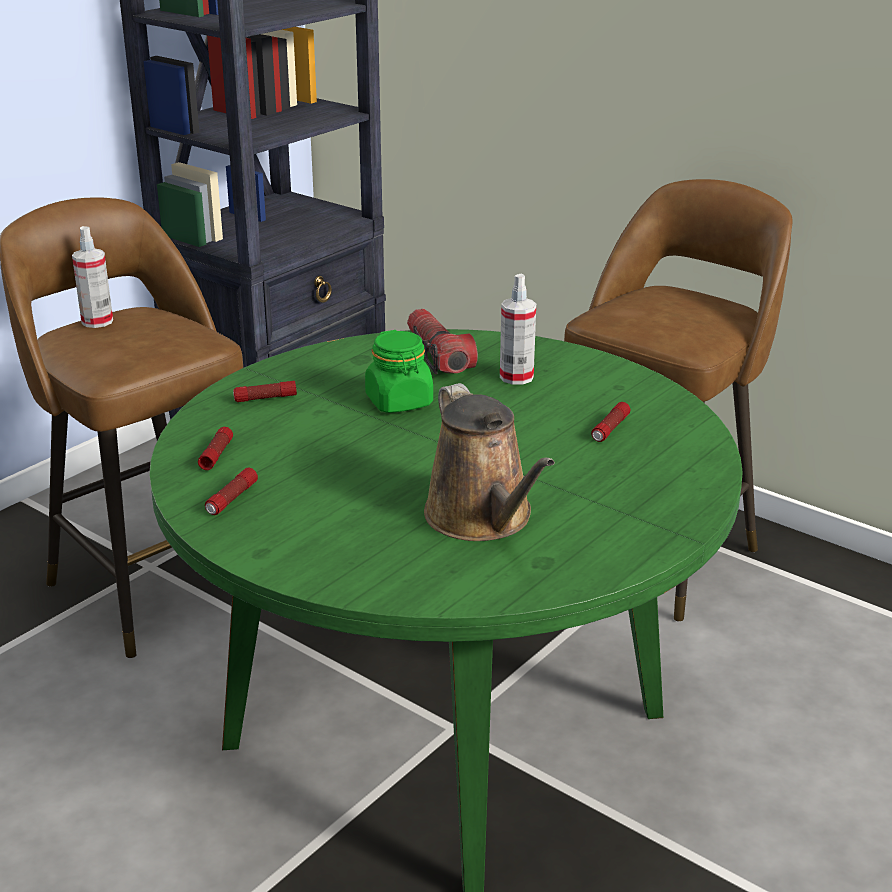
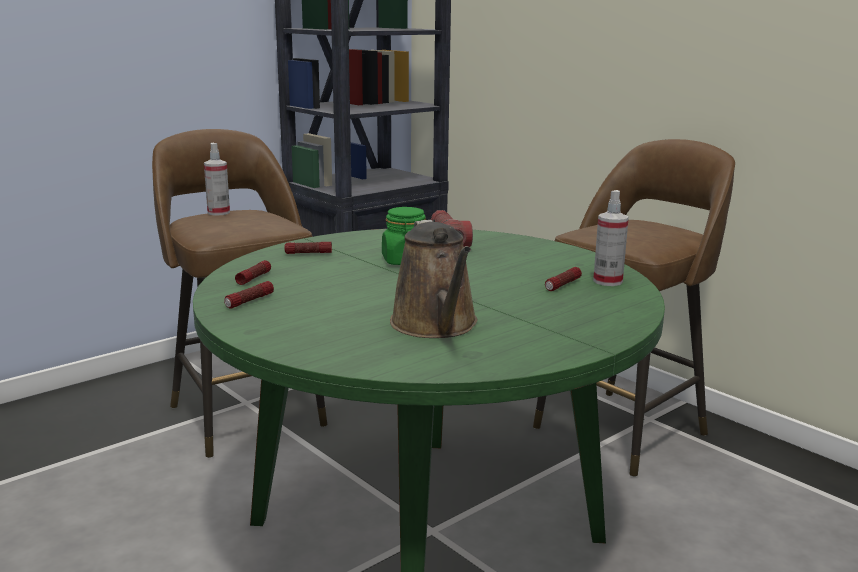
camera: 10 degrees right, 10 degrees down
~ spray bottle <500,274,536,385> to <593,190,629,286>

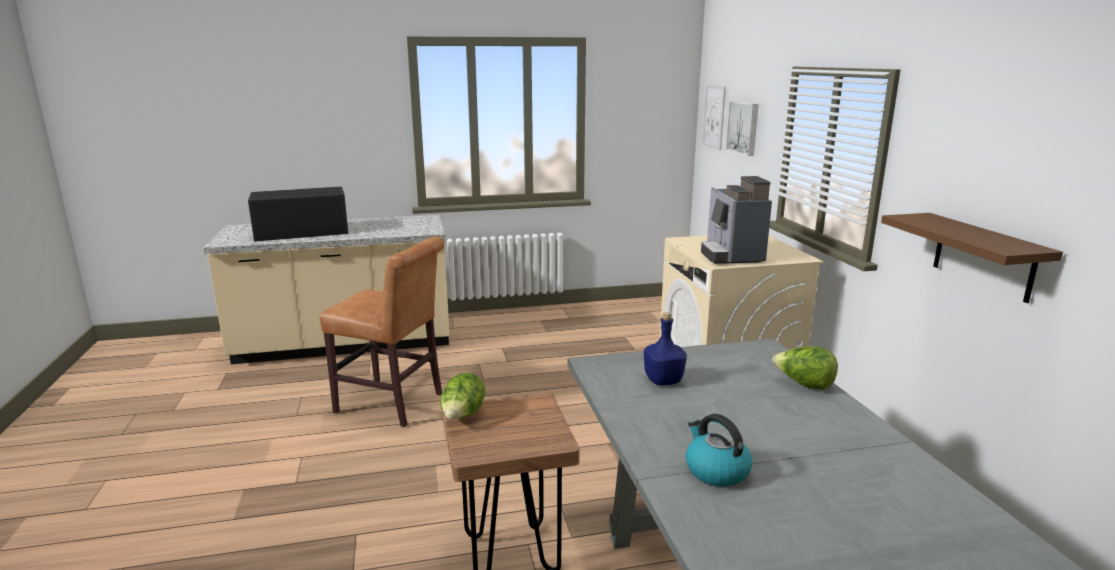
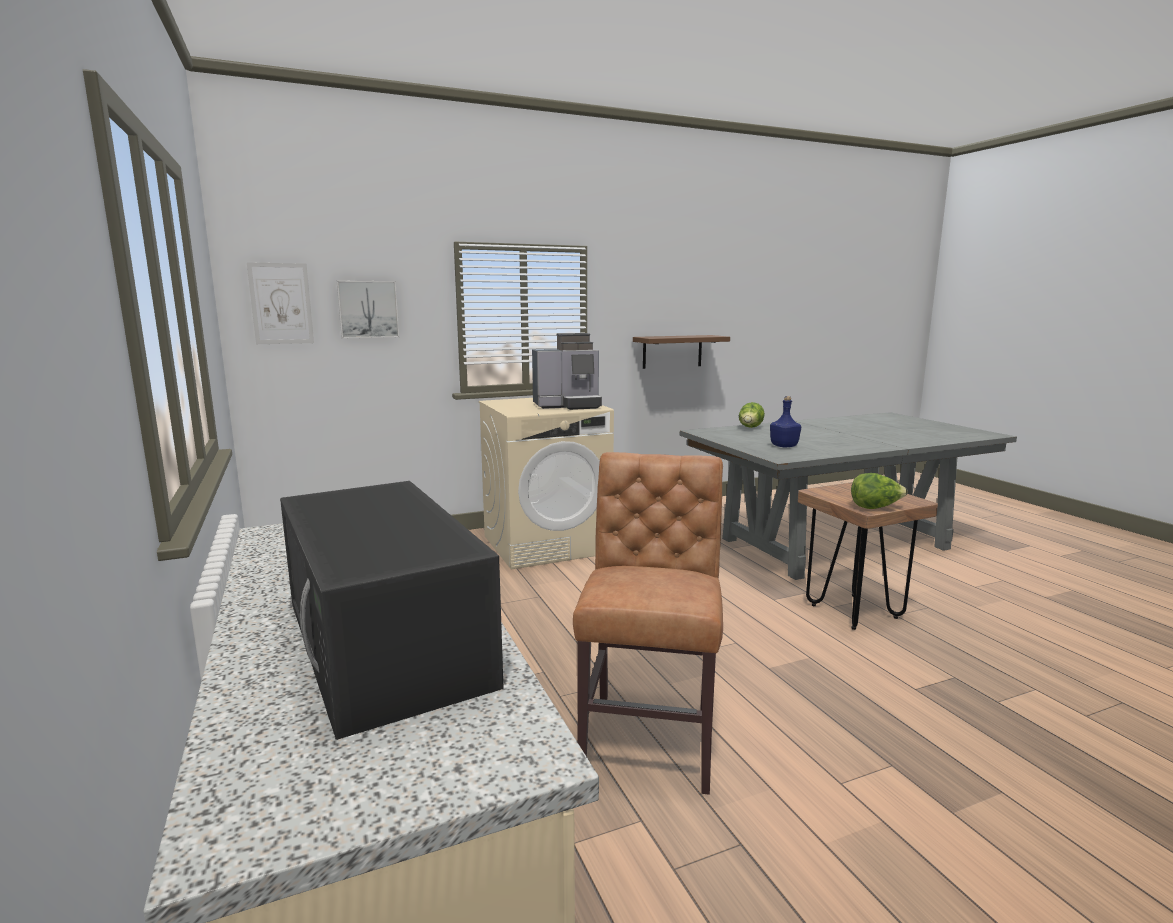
camera: 100 degrees left, 5 degrees down
- kettle <686,414,752,487>

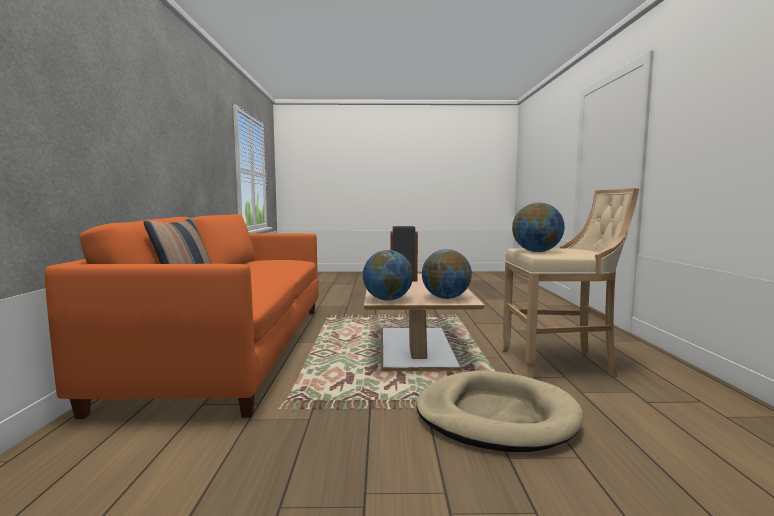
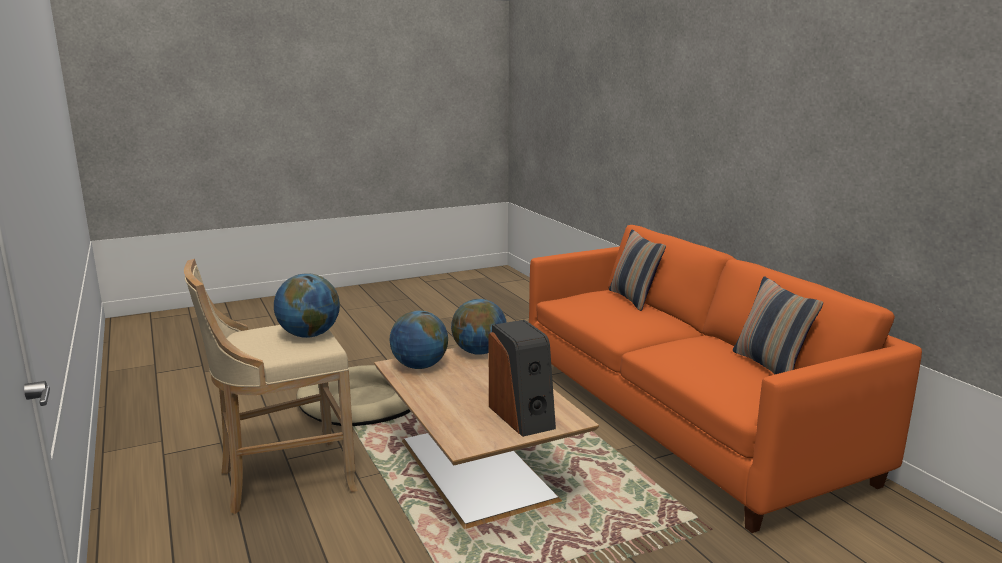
camera: 155 degrees right, 10 degrees up
+ cushion <733,276,823,375>

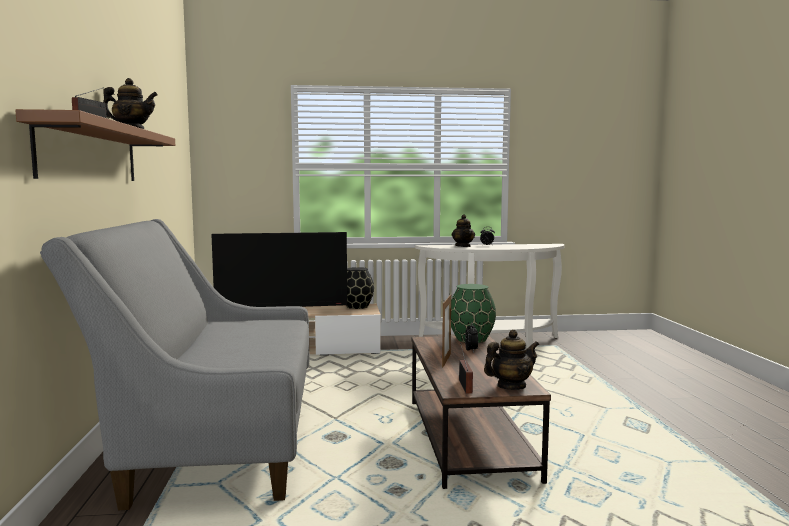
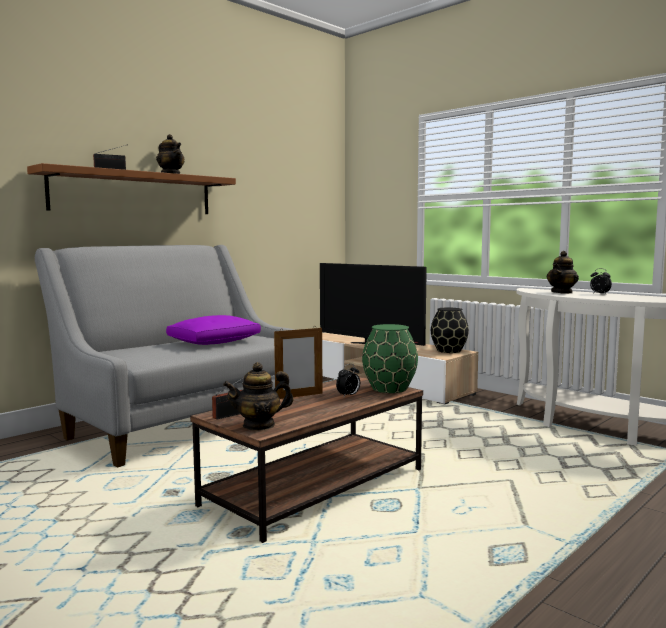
camera: 50 degrees right, 0 degrees up
+ cushion in purple-coloured <166,315,261,345>
~ tea pot <484,329,539,390> = <223,362,293,431> 135 degrees clockwise

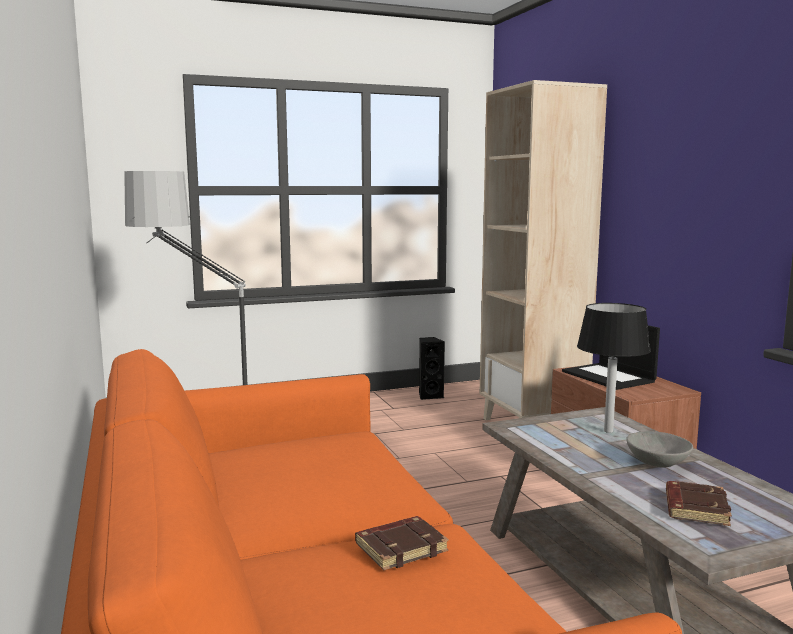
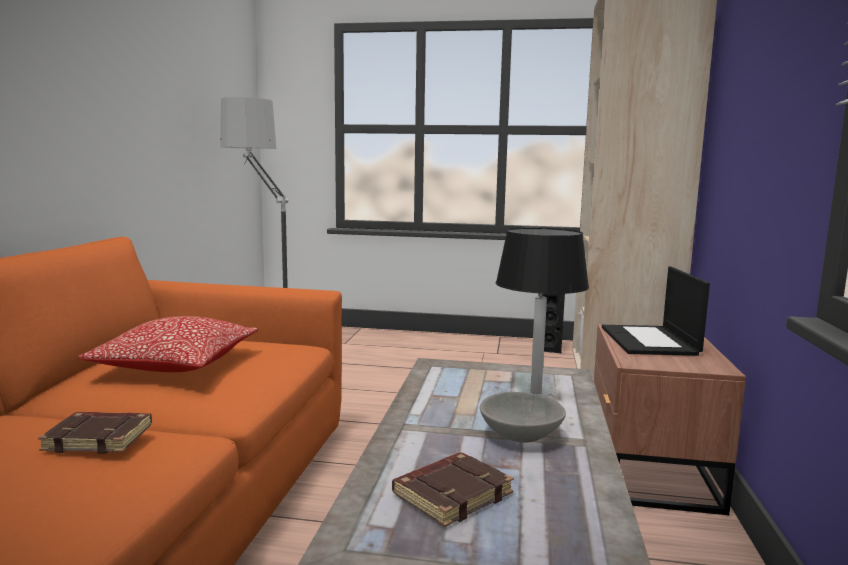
camera: 30 degrees right, 0 degrees up
+ cushion <78,316,258,372>

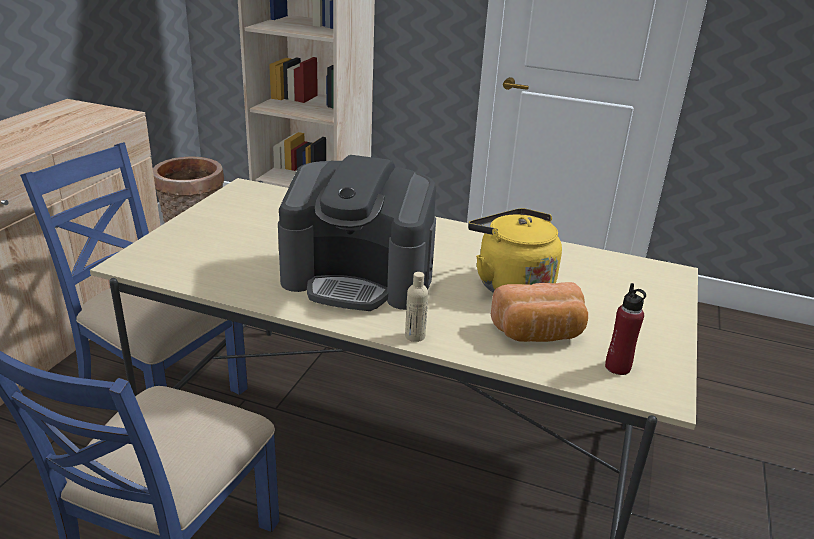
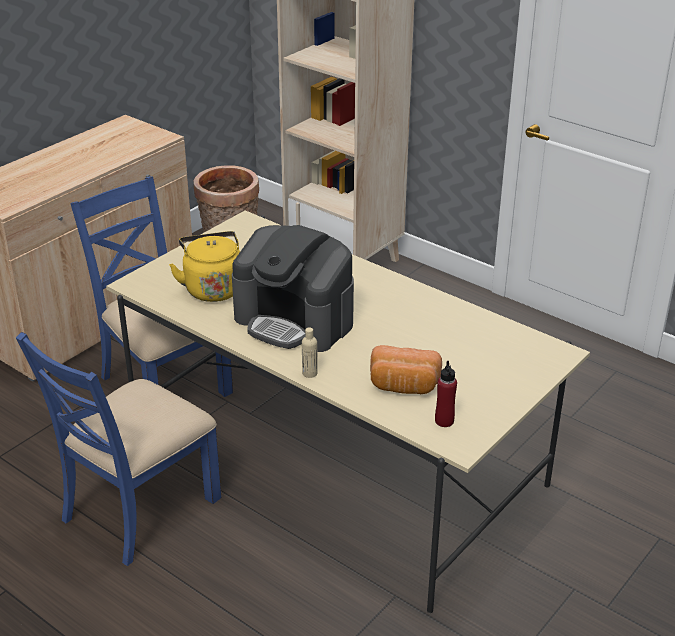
camera: 20 degrees right, 5 degrees up
~ kettle in yellow <468,208,562,293> to <169,231,240,302>

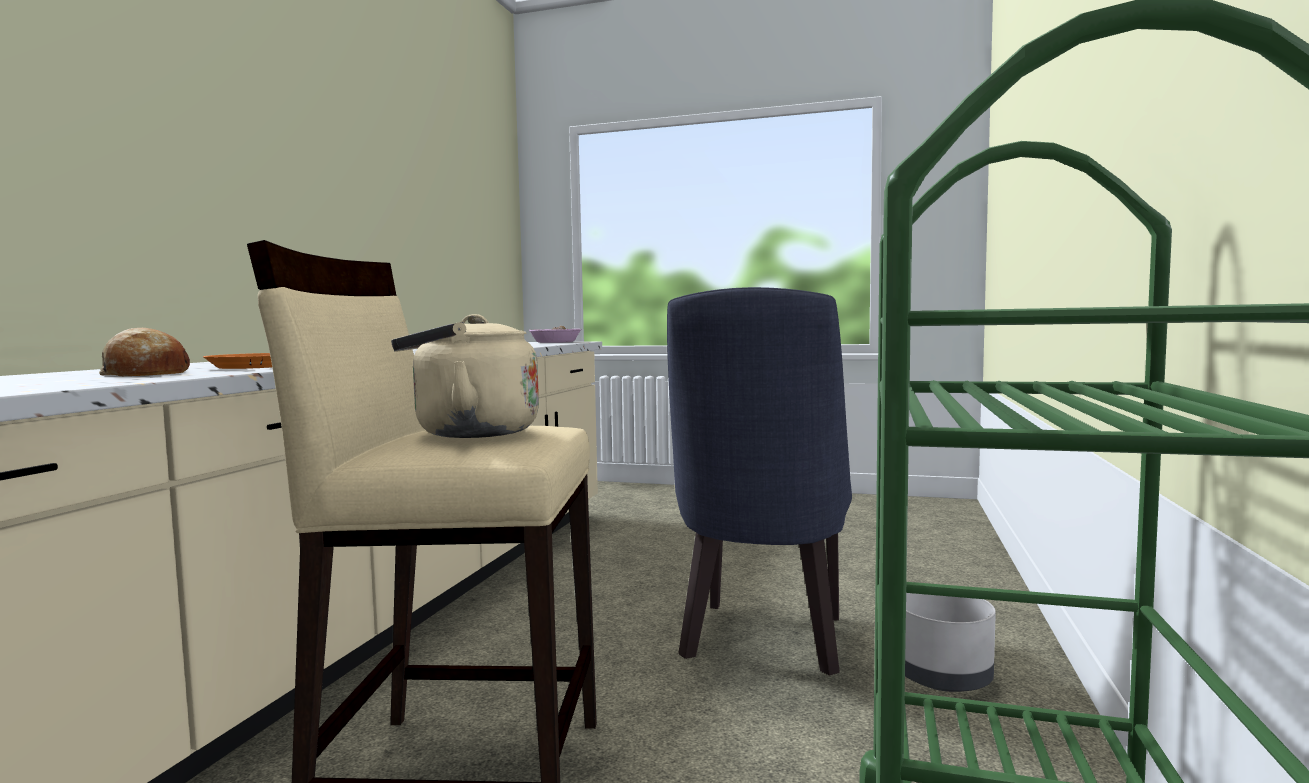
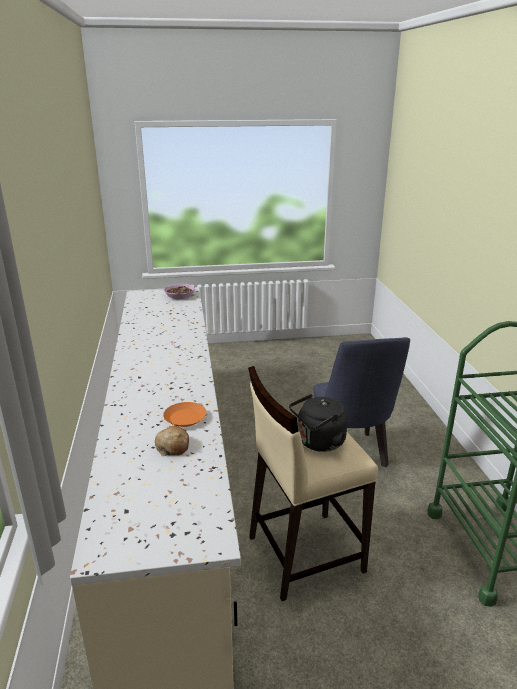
camera: 25 degrees left, 20 degrees up
- plant pot in greyish <905,593,996,692>
~ kettle in beige <391,314,539,438> to kettle in black-coloured <289,394,348,452>

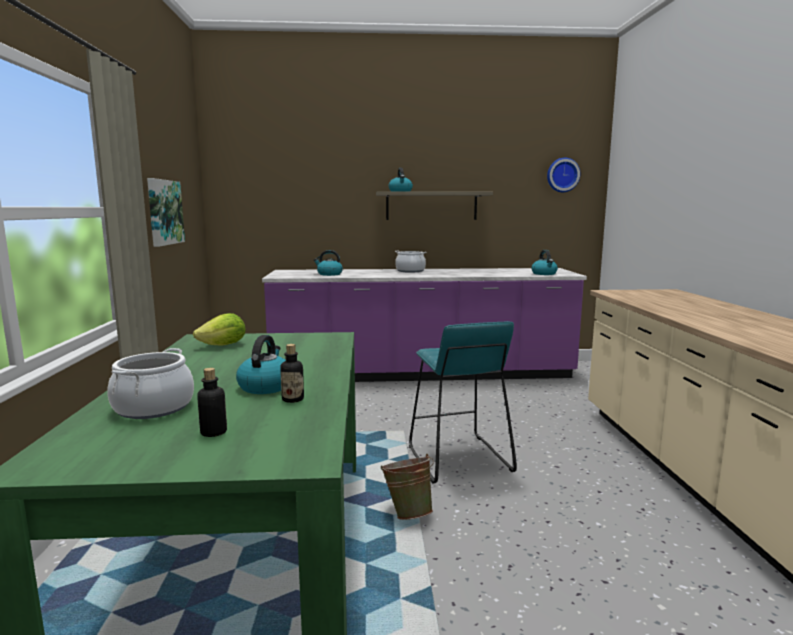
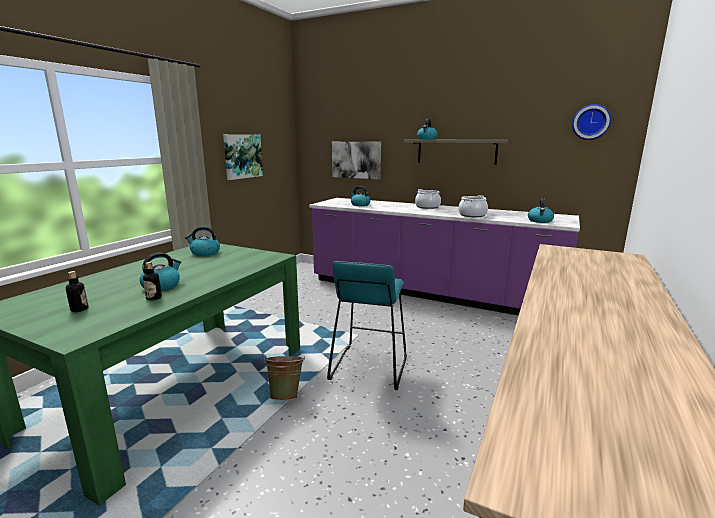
camera: 30 degrees right, 5 degrees up
+ wall picture <332,142,381,179>
~ cooking pot <107,348,194,419> to <458,195,488,217>
~ head of lettuce <193,313,246,346> to kettle <185,226,220,256>

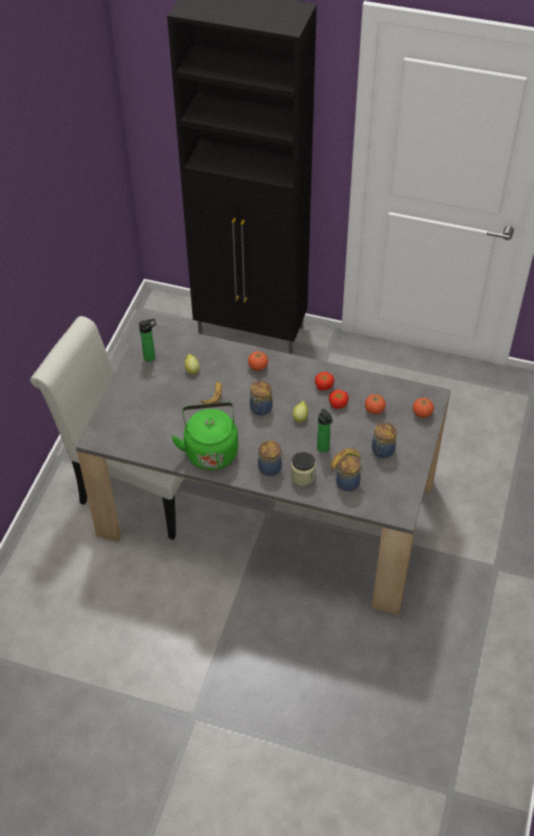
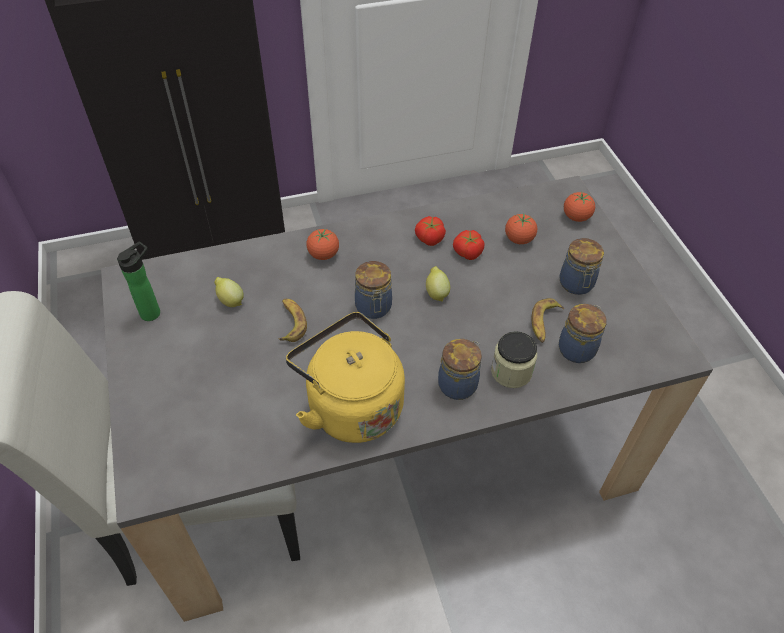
camera: 35 degrees left, 0 degrees up
- beverage bottle <317,409,333,453>
~ kettle in green <171,402,238,470> to kettle in yellow <286,312,405,443>

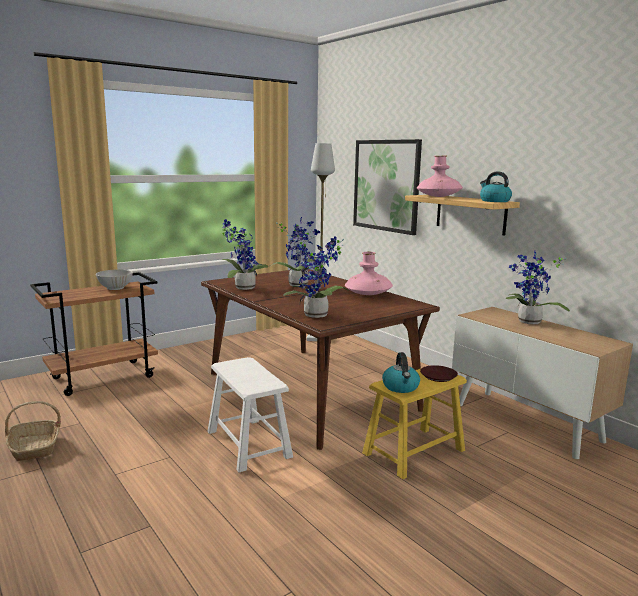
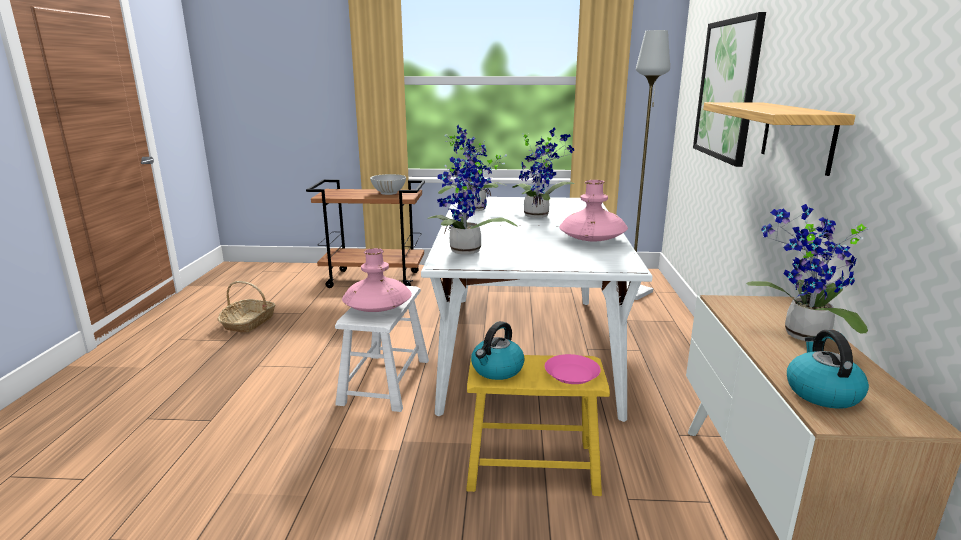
camera: 40 degrees right, 5 degrees up
~ flower vase in pink-coloured <417,156,463,197> to <342,248,412,312>
~ kettle <480,172,512,202> to <787,330,869,409>
~ kitchen table in brown <201,269,440,450> to kitchen table in white <421,197,652,422>
~ dinner plate in brown <420,365,458,382> to dinner plate in pink-coloured <545,354,601,384>

